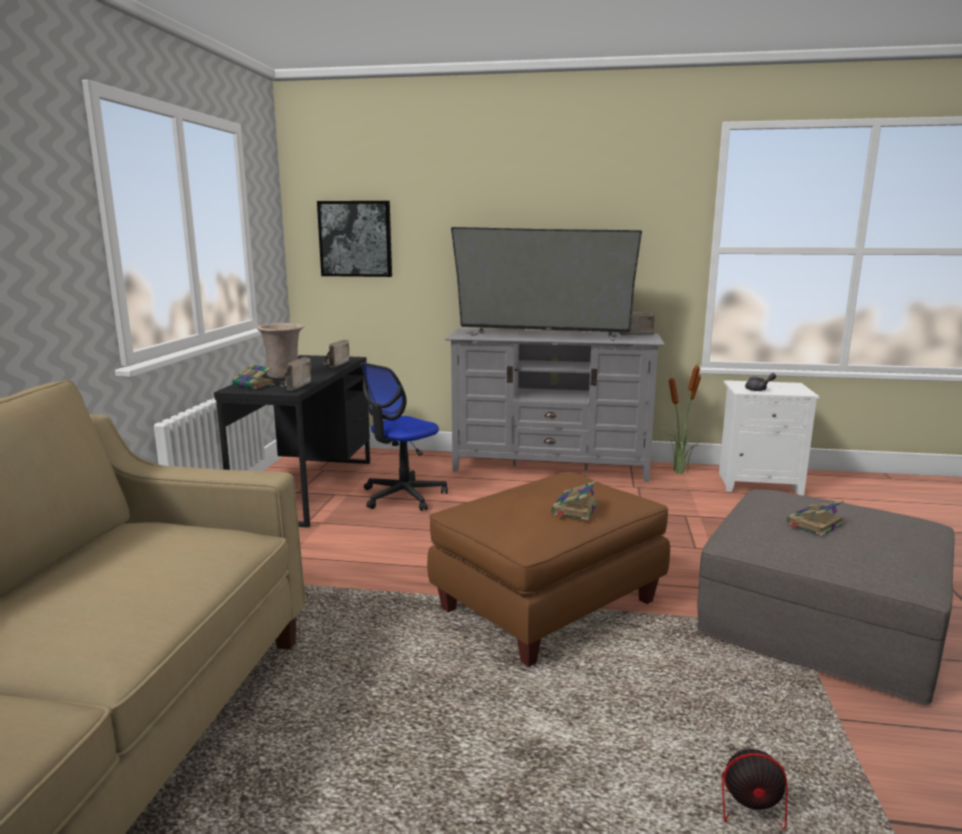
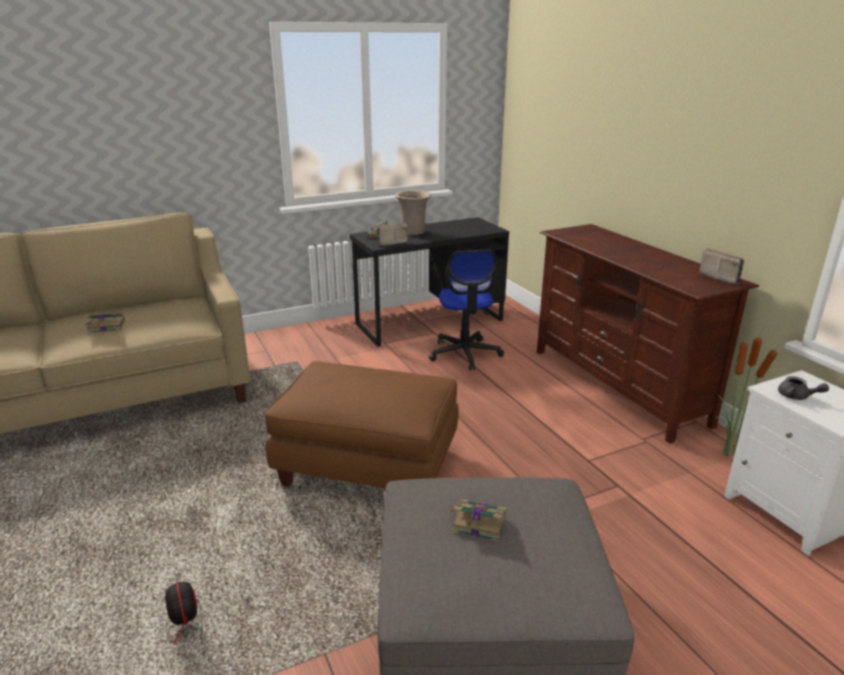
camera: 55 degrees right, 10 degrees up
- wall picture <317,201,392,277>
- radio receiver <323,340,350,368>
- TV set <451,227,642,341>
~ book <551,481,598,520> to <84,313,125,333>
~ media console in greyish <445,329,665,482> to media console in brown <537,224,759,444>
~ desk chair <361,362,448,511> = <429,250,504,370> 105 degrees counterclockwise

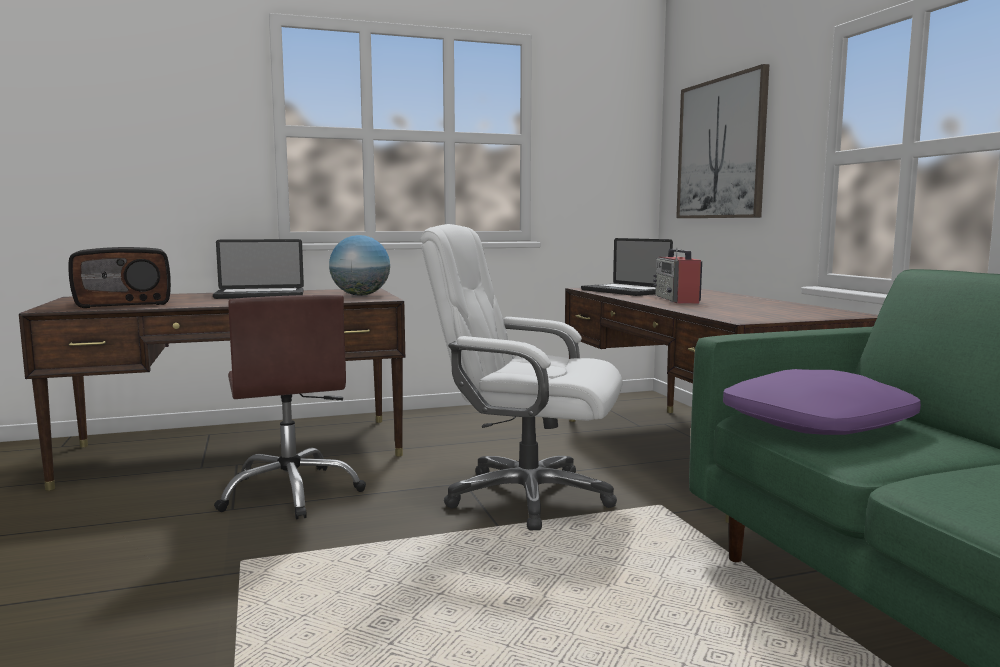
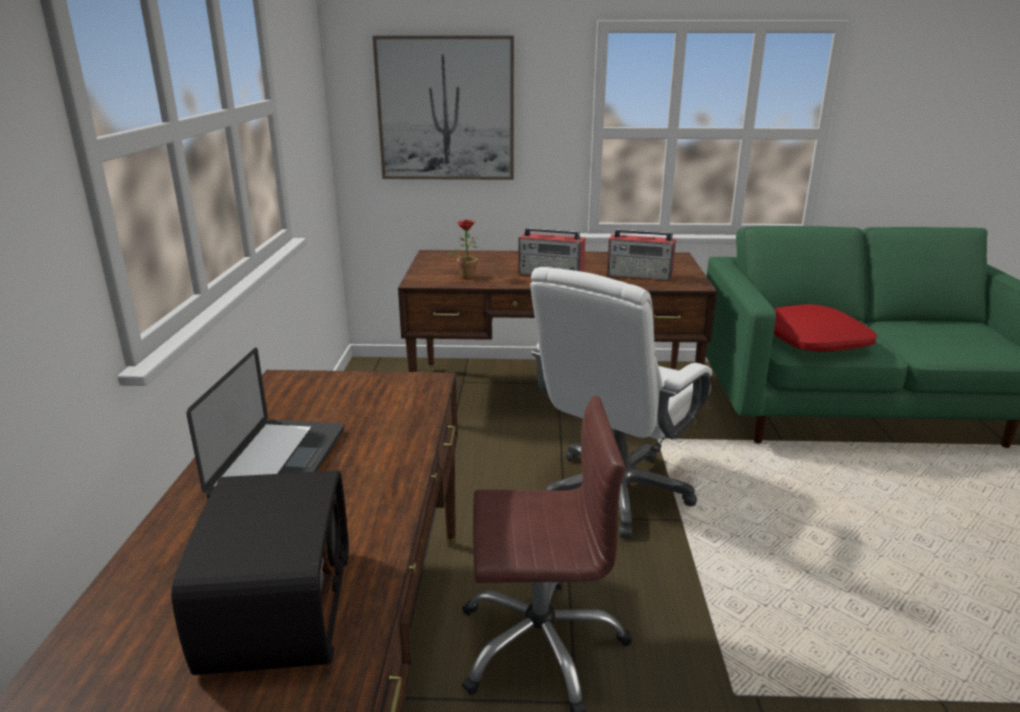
camera: 70 degrees left, 15 degrees up
- globe <329,235,390,296>
+ radio receiver <607,229,676,281>
~ laptop <581,238,673,296> to houseplant <449,220,478,279>
~ cushion in purple-coloured <723,369,921,435> to cushion in red-coloured <774,304,877,352>

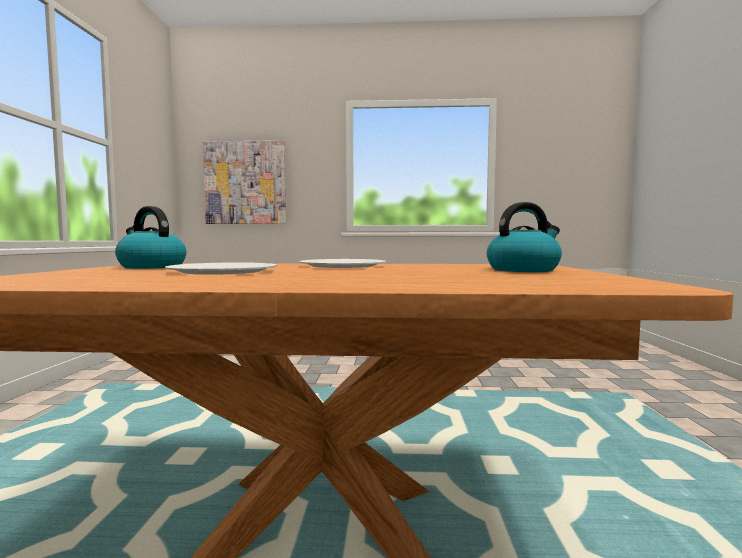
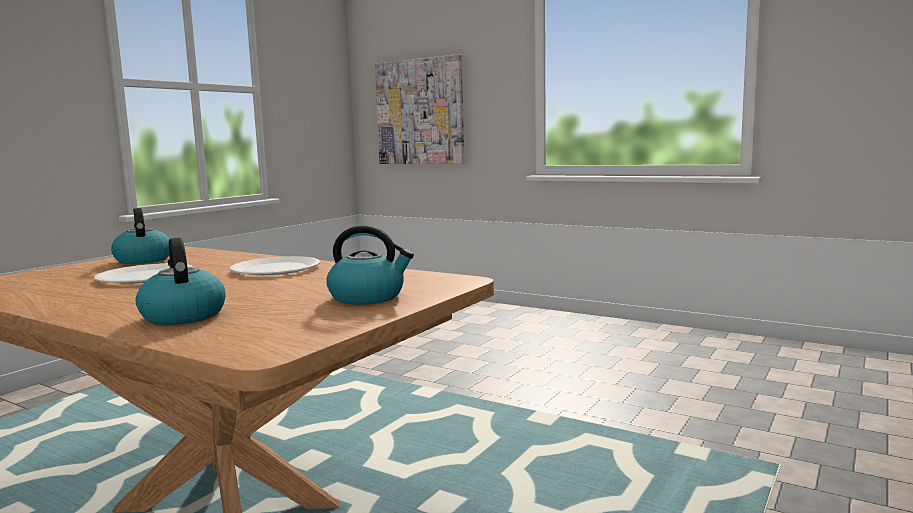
camera: 30 degrees right, 5 degrees up
+ kettle <136,238,225,325>

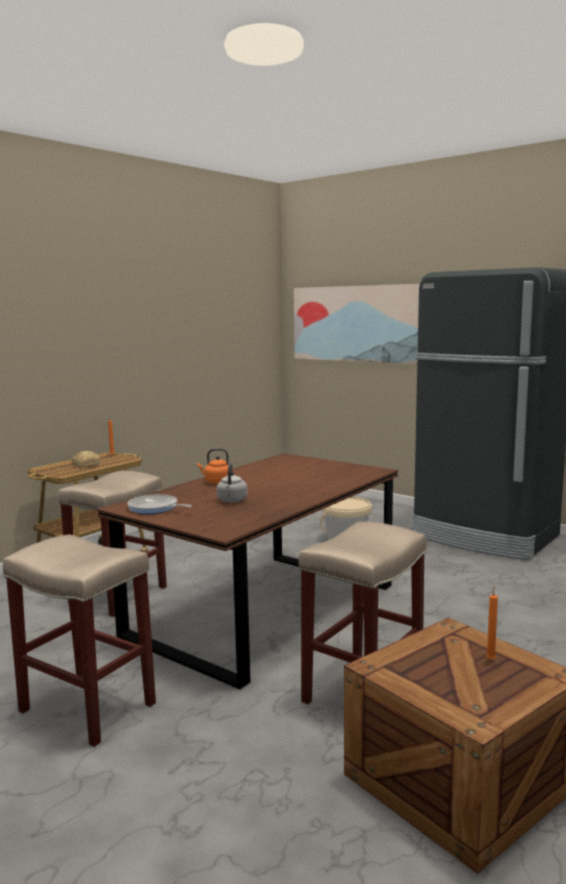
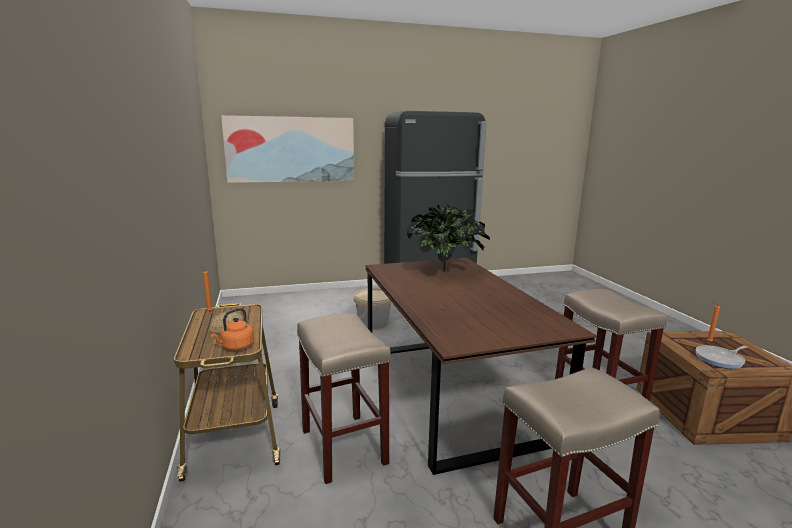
camera: 55 degrees left, 5 degrees up
- kettle in greyish <217,463,248,503>
+ houseplant <407,204,490,272>
~ skillet <127,494,192,514> to <695,345,747,369>
~ kettle in orange-coloured <197,448,228,484> to <211,308,254,350>

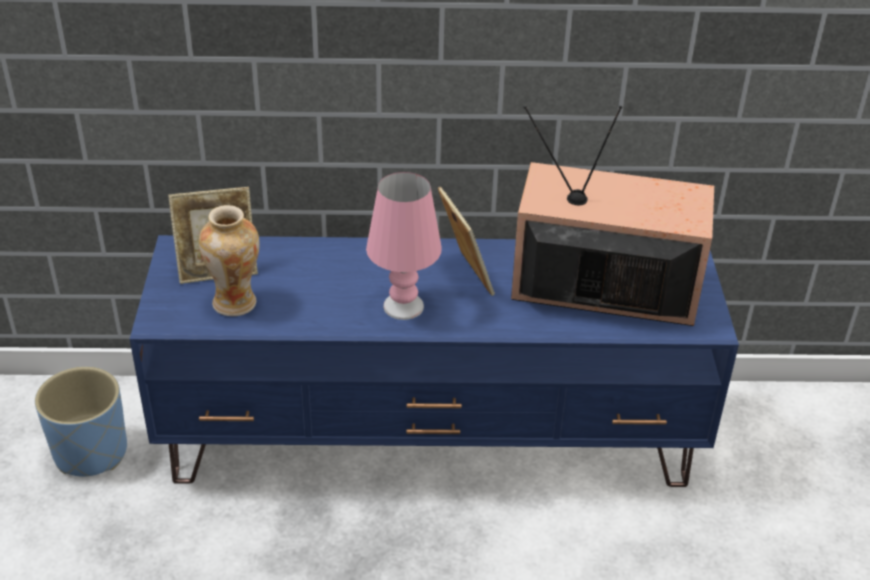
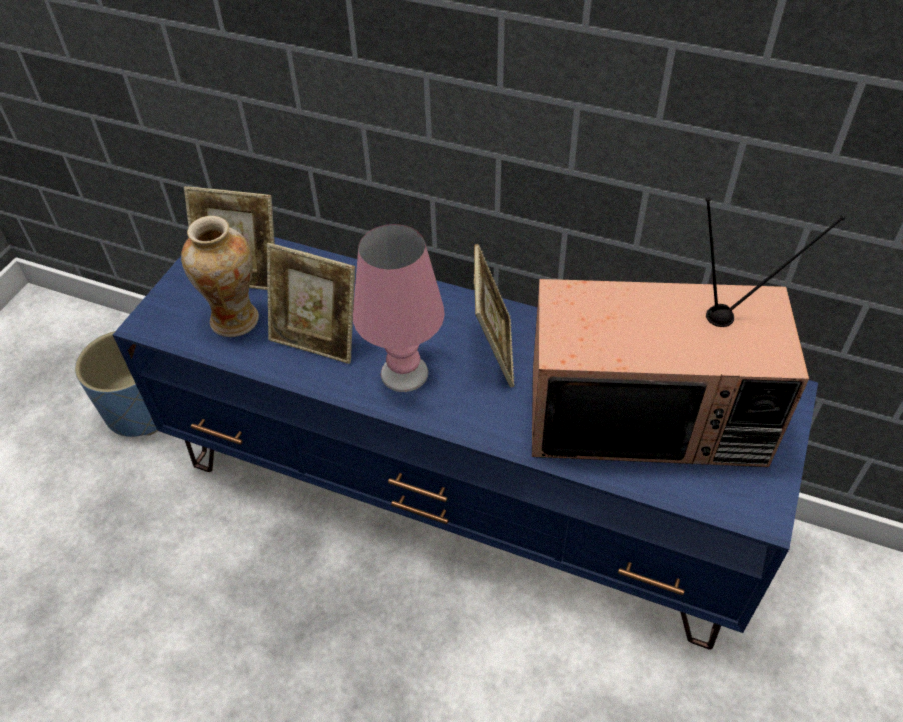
camera: 25 degrees right, 10 degrees up
+ standing frame <267,243,355,364>
~ TV set <511,106,714,326> = <532,197,845,467> 150 degrees clockwise

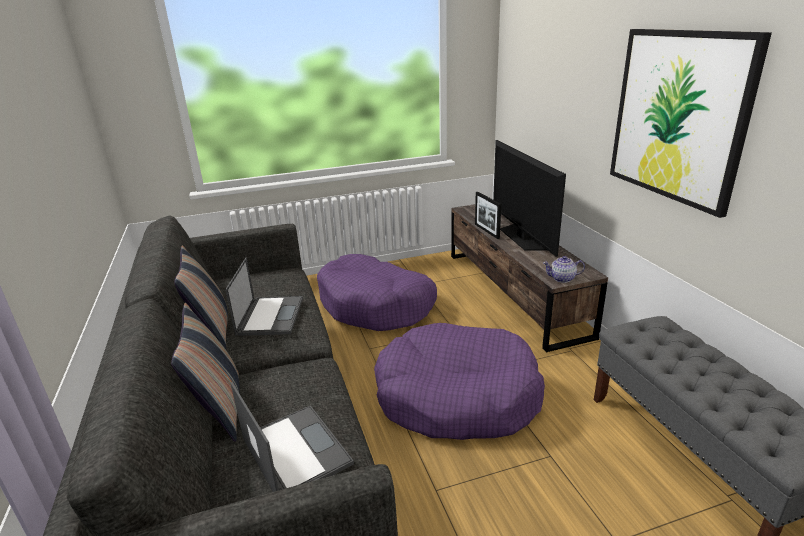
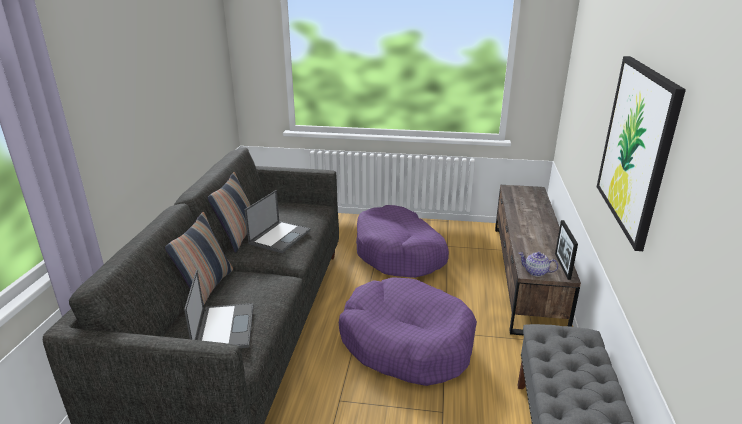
camera: 25 degrees right, 0 degrees up
- TV set <493,140,566,257>
~ standing frame <475,192,501,239> to <555,220,578,280>

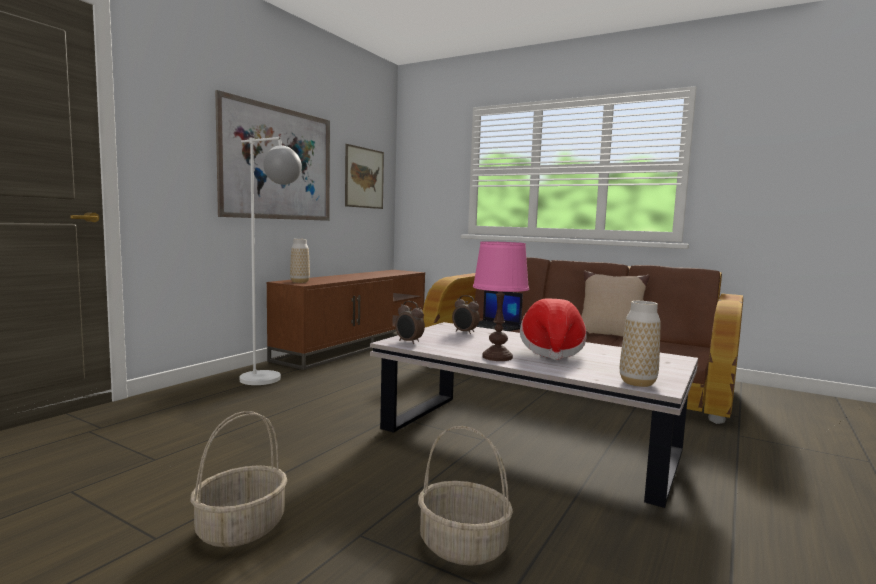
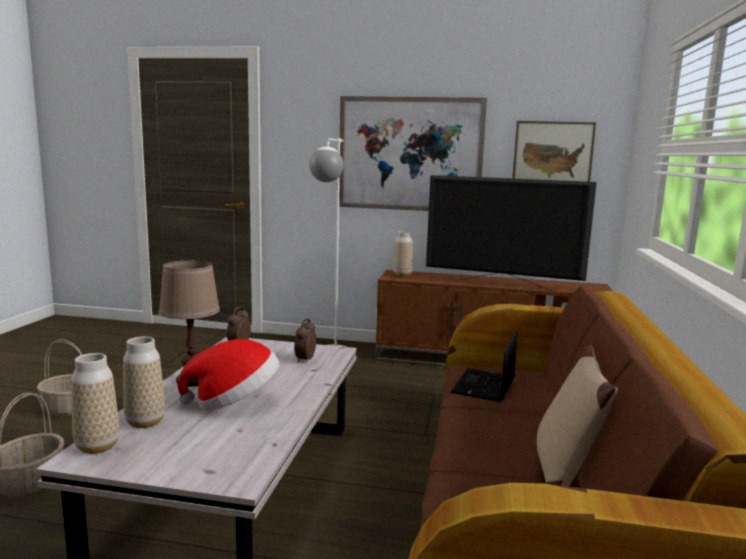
camera: 70 degrees right, 5 degrees up
+ flower vase <123,336,165,428>
+ TV set <426,175,597,290>
~ tabletop lamp in pink-coloured <473,241,529,361> to tabletop lamp in brown <159,260,220,387>

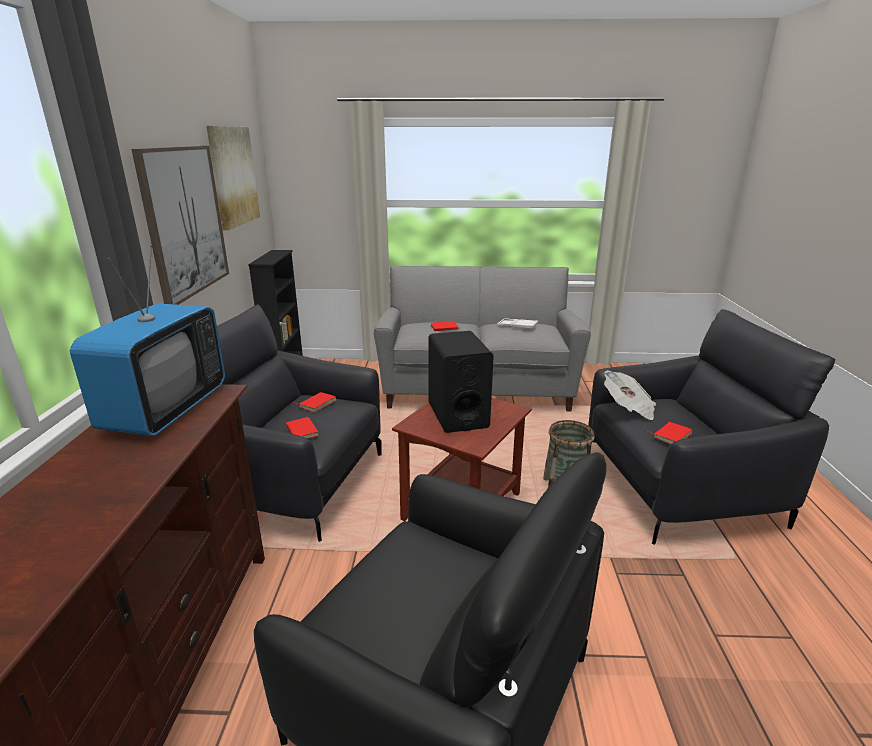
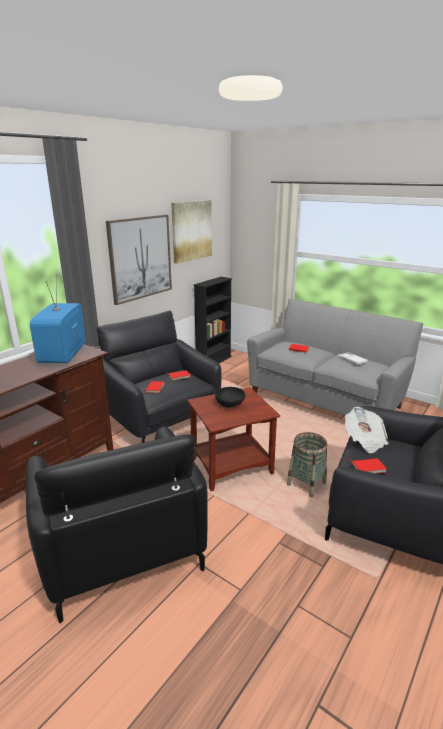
camera: 35 degrees right, 0 degrees up
~ speaker in black-coloured <428,331,494,433> to deep dish in black-coloured <215,387,245,407>
~ TV set <70,246,225,436> = <30,275,86,363> 135 degrees clockwise

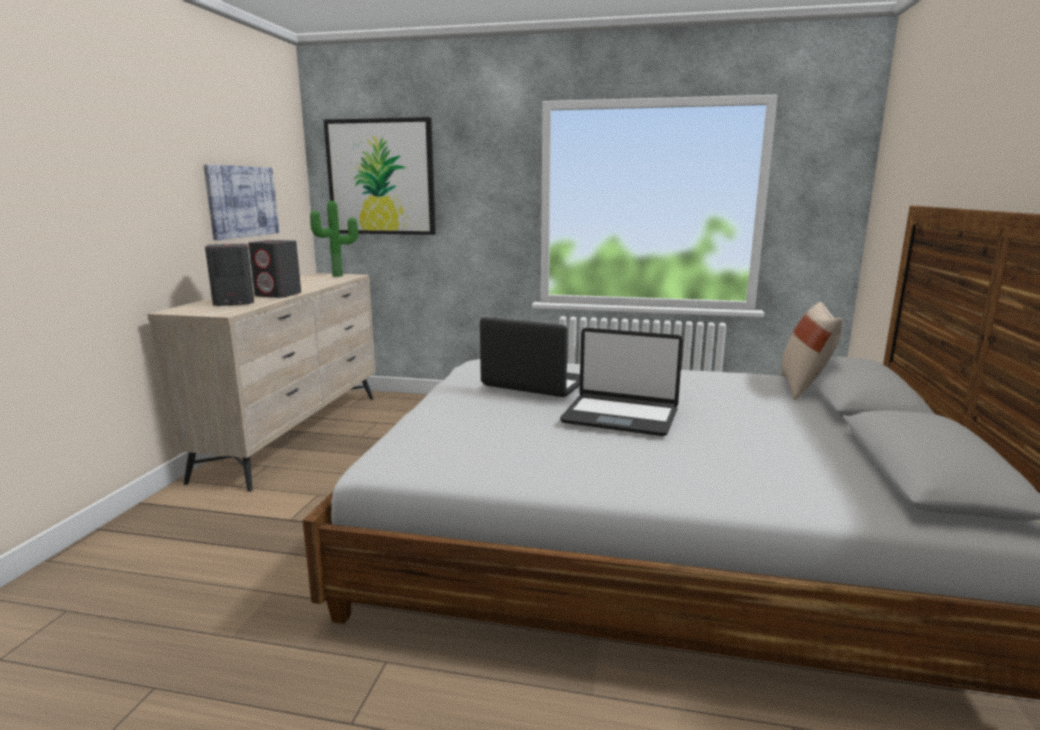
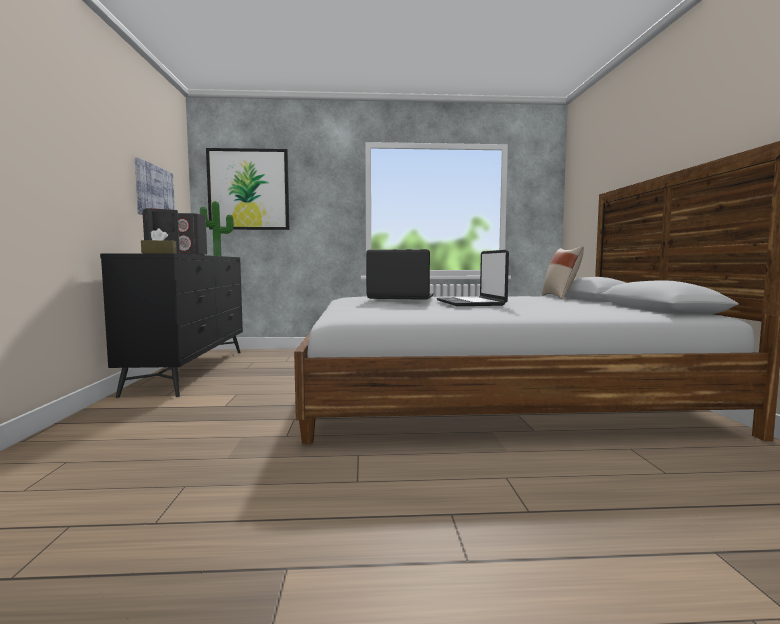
camera: 15 degrees left, 10 degrees down
+ tissue box in brown <141,228,177,254>
~ drawer chest in beige <147,273,376,492> to drawer chest in black-coloured <100,253,243,398>
~ laptop <560,328,683,436> = <437,250,509,306> 75 degrees clockwise

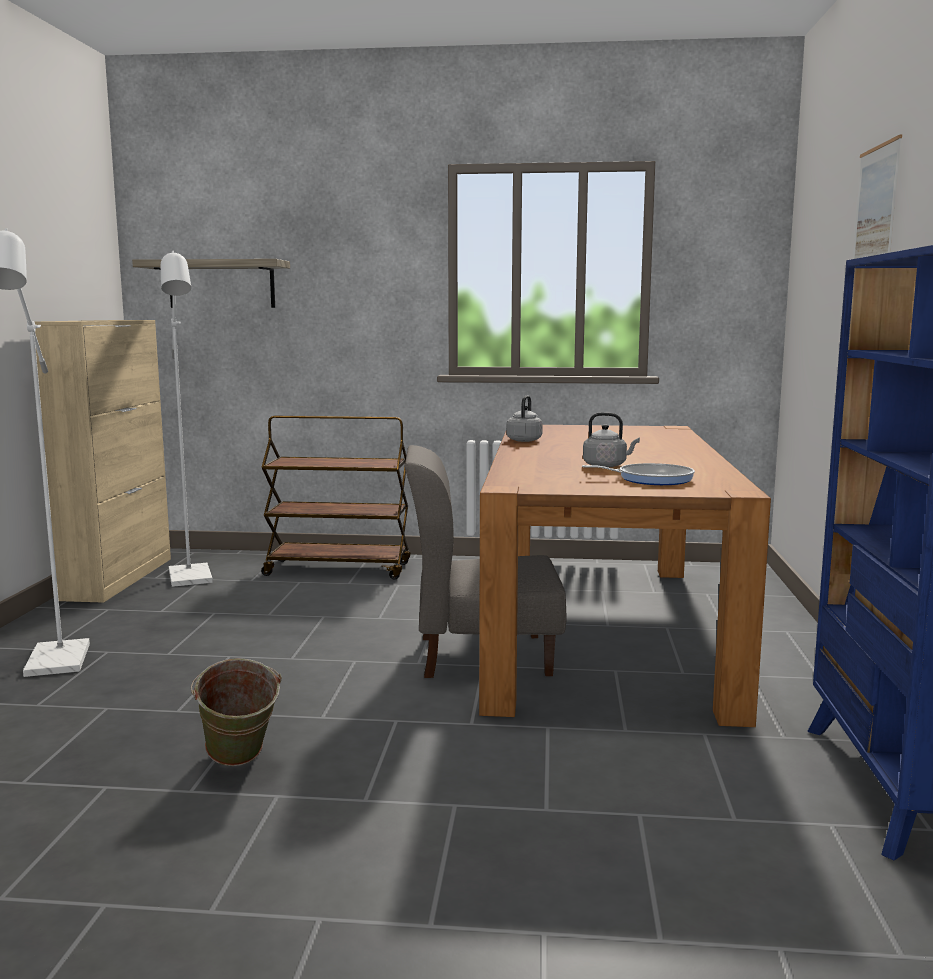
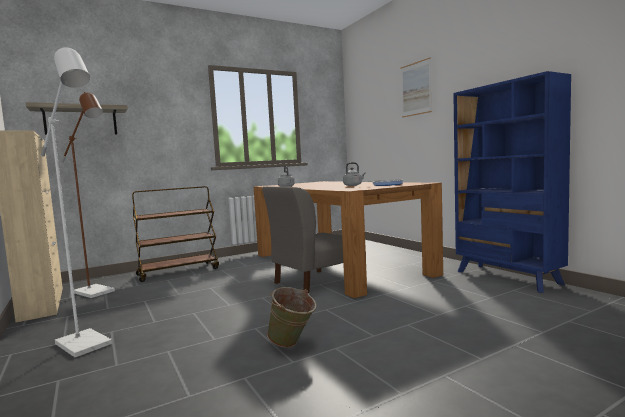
camera: 35 degrees left, 5 degrees down
~ standard lamp in white <161,251,213,587> to standard lamp in brown <61,92,115,298>

